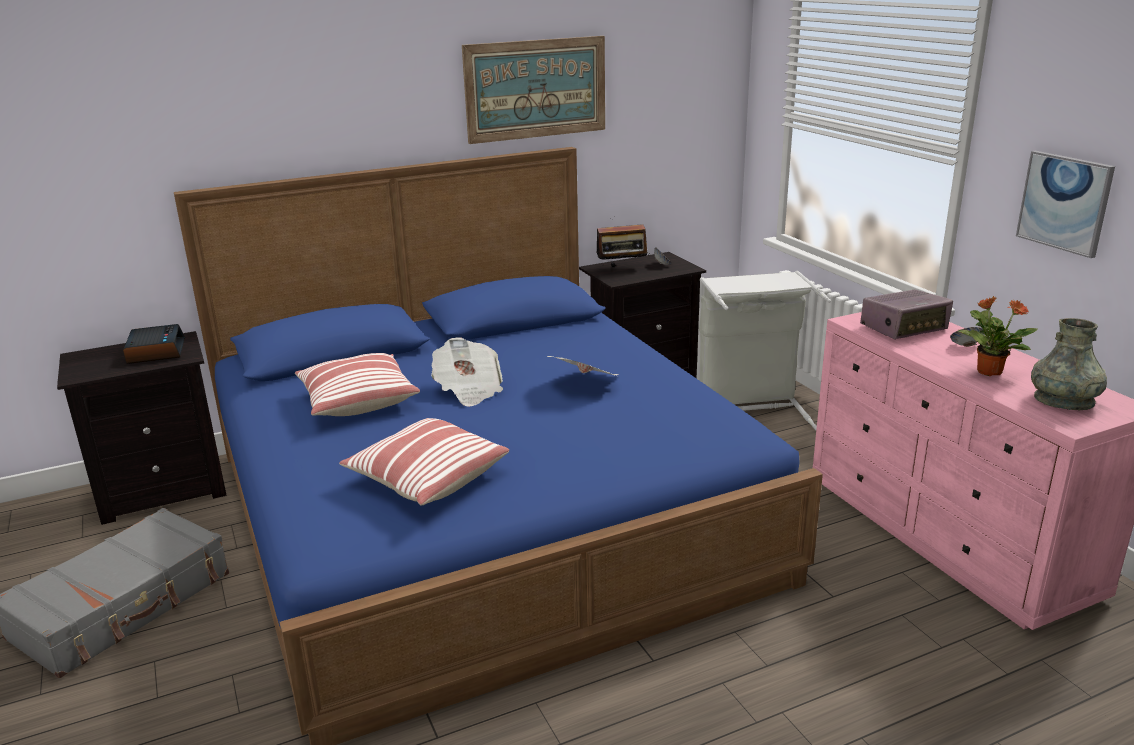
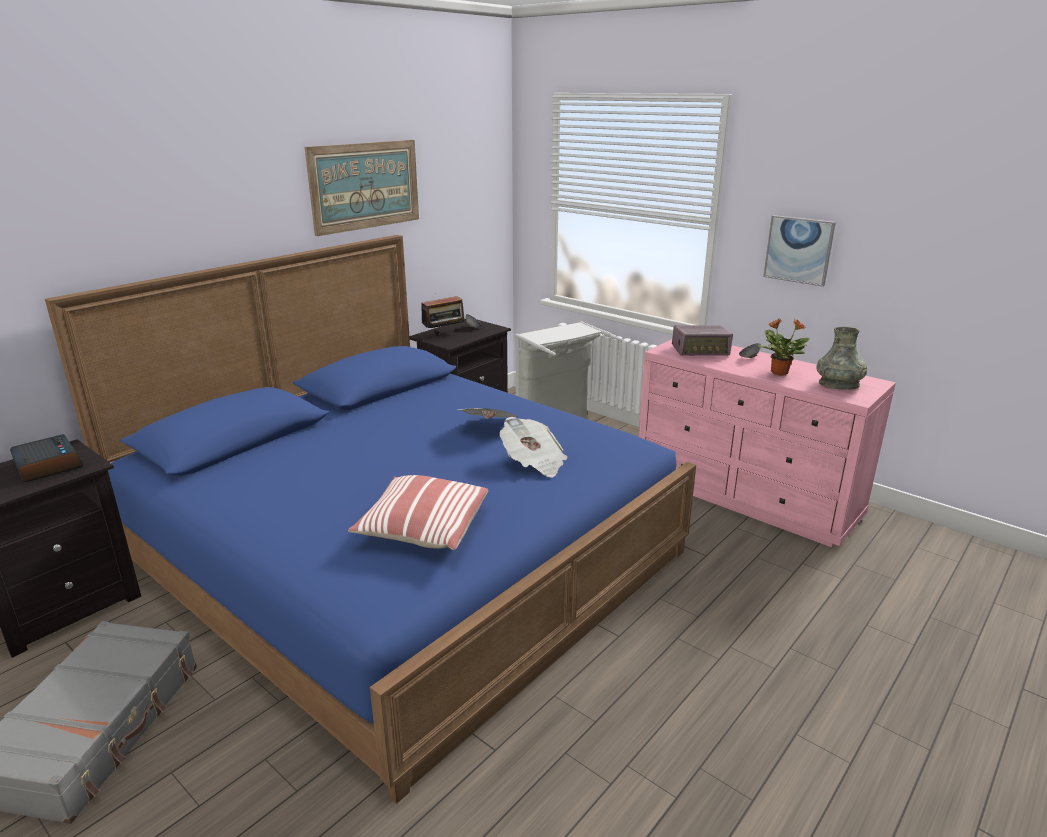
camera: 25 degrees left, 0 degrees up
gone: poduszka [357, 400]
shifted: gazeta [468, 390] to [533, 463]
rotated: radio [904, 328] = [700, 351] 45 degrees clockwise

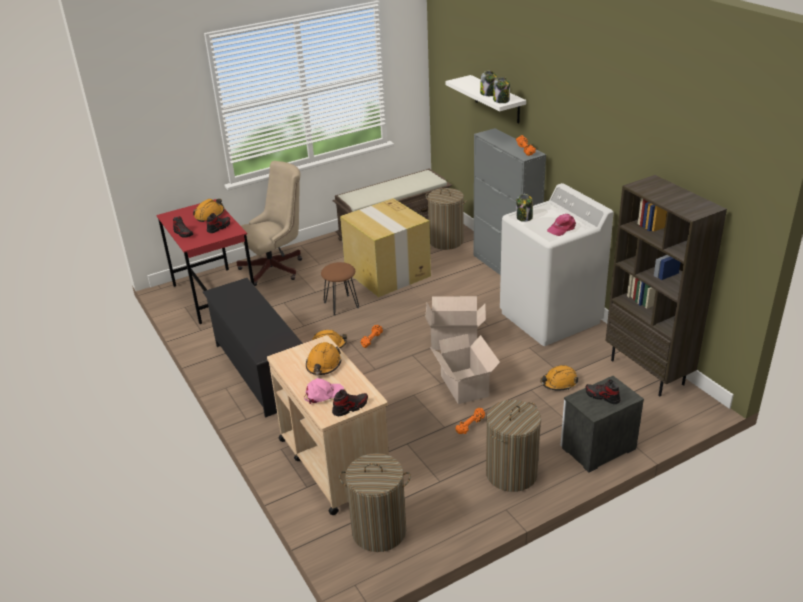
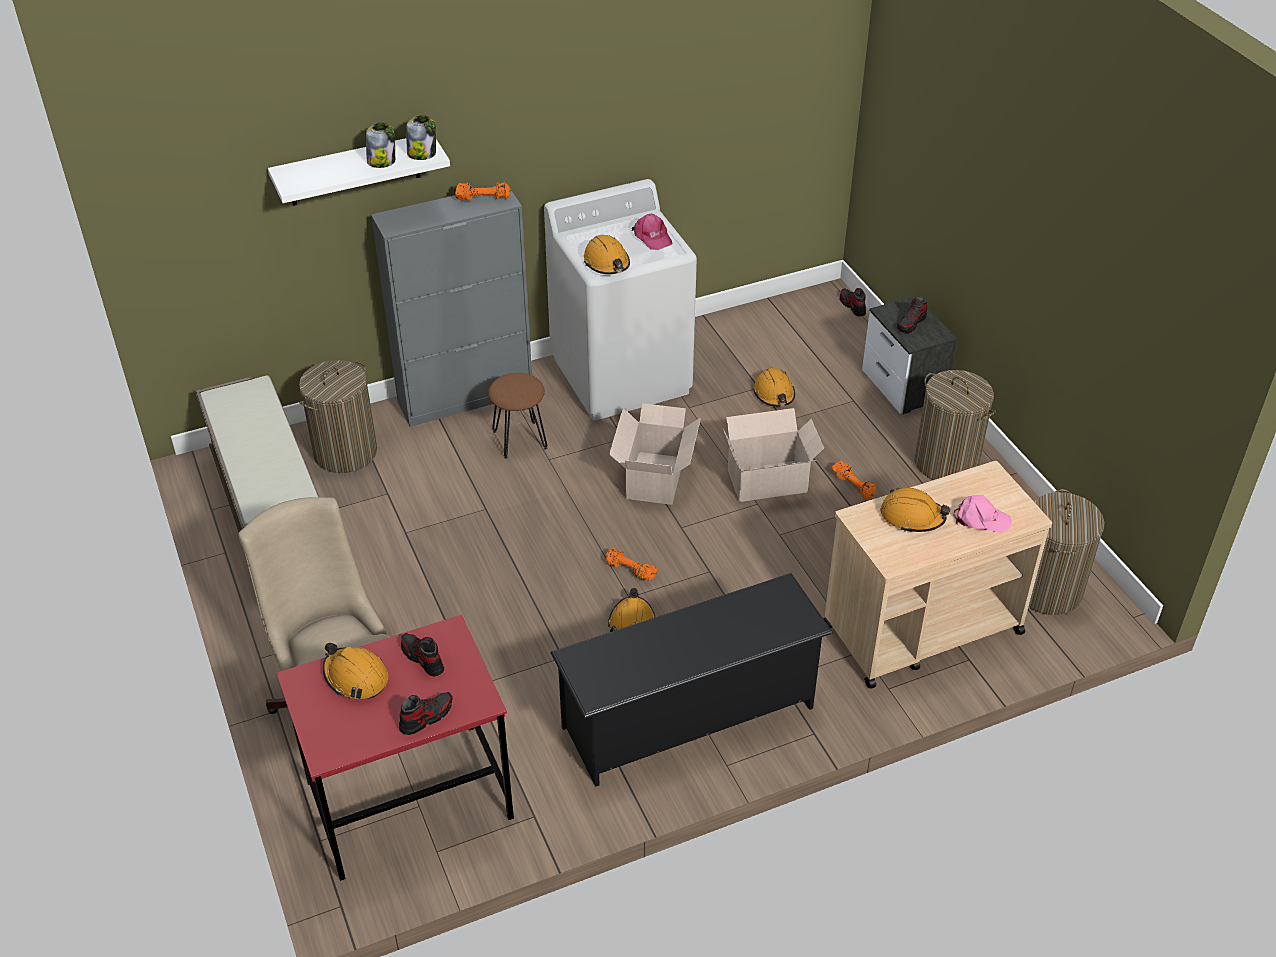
camera: 85 degrees left, 10 degrees up
gone: karton [388, 274]; regał [brązowy] [648, 372]
shifted: stołek [brązowy] [341, 305] to [520, 440]; but [350, 407] to [852, 306]
swapped: słoik [524, 217] to kask [pomarańczowy] [607, 263]
rotated: czapka z daszkiem [różowy] [323, 394] = [980, 519] 120 degrees clockwise

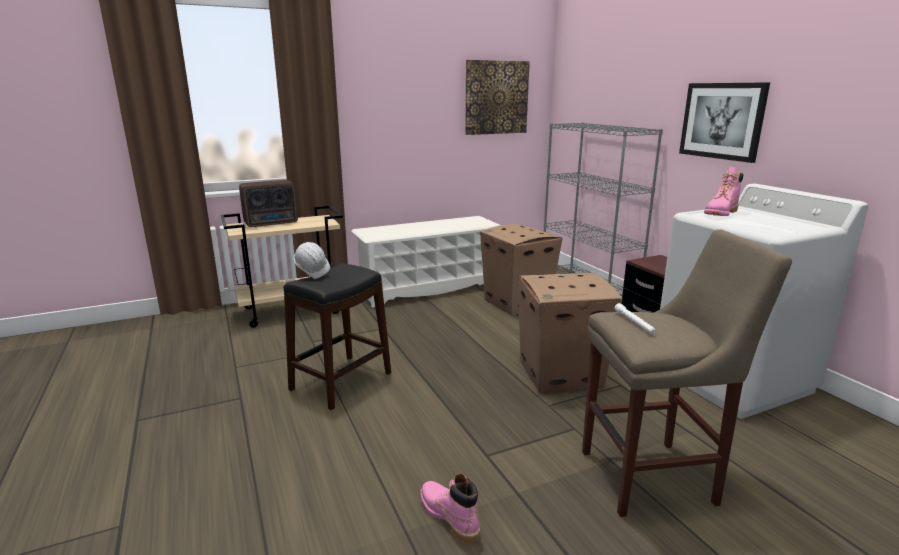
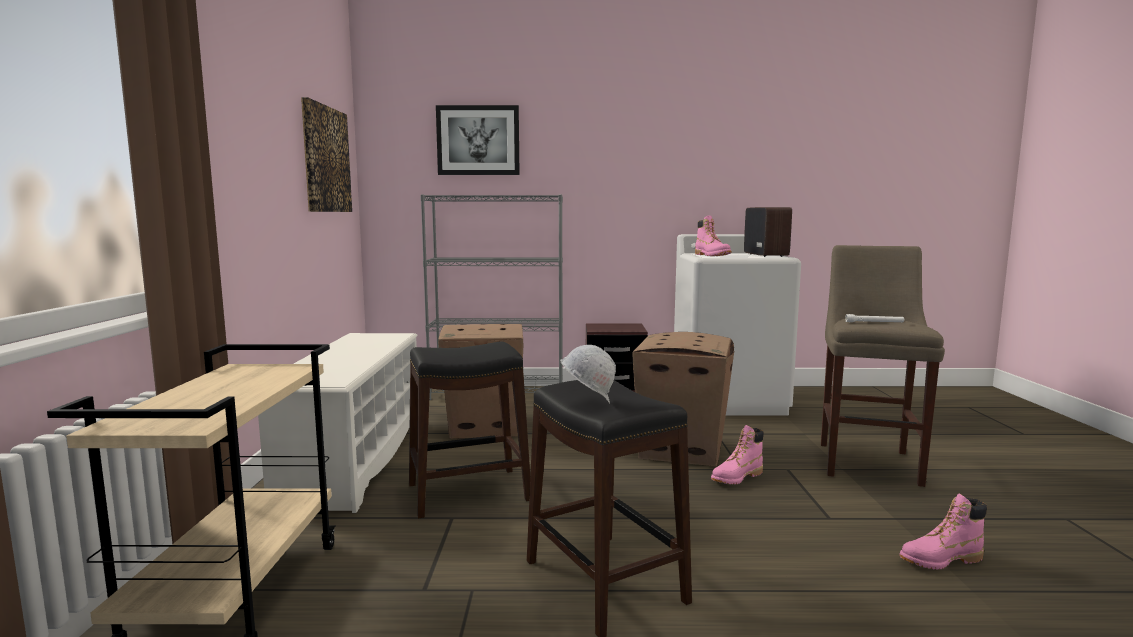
camera: 65 degrees left, 10 degrees down
new: stołek [czarny] [468, 492]; but z cholewką [różowy] [736, 478]
shifted: obraz [722, 121] to [478, 140]; radio [272, 223] to [766, 255]

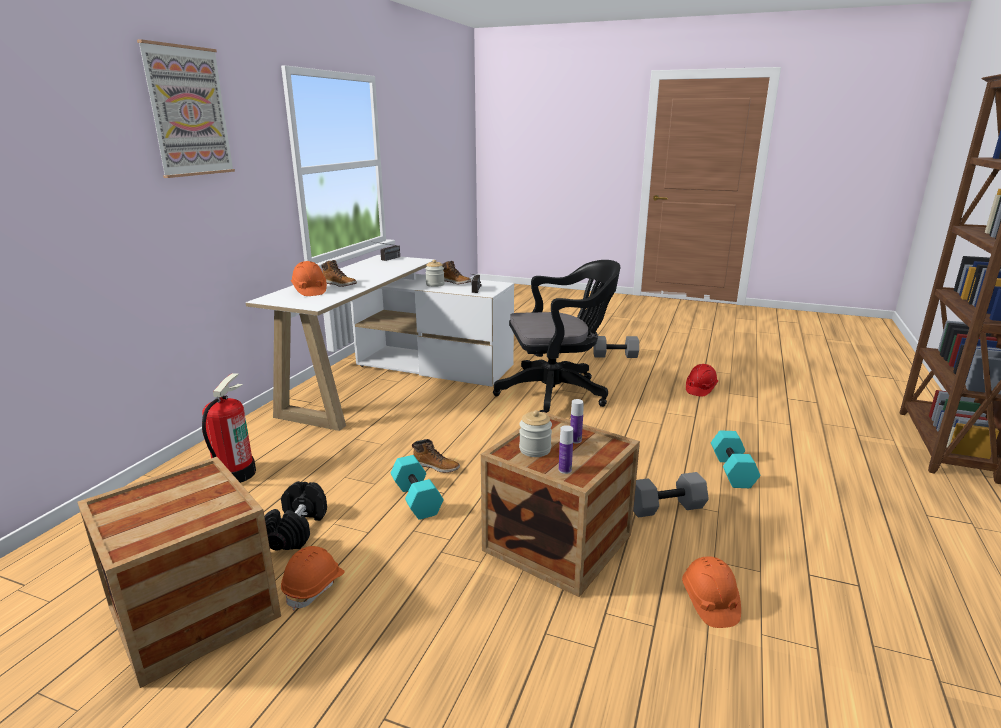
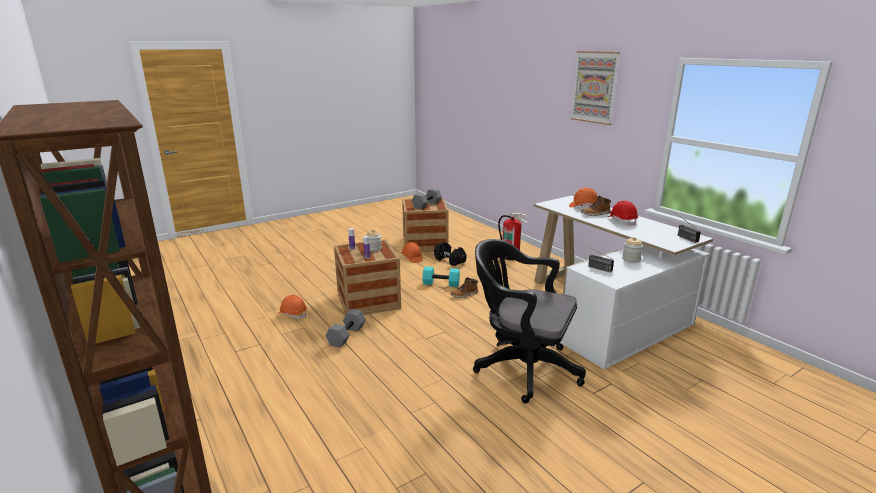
camera: 125 degrees right, 0 degrees up
gone: but z cholewką [456, 282]; hantel [turkusowy] [733, 471]
shifted: hantel [szary] [614, 356] to [426, 205]; kask [czerwony] [700, 389] to [622, 221]
rotated: krzesło biurowe [czarny] [557, 393] = [522, 367] 90 degrees clockwise

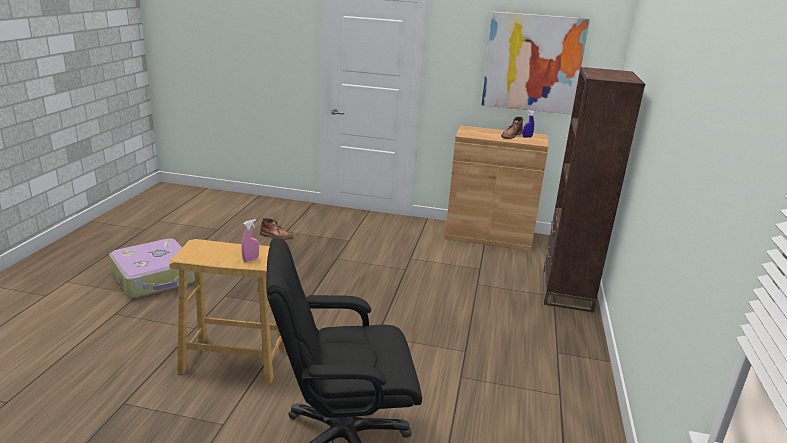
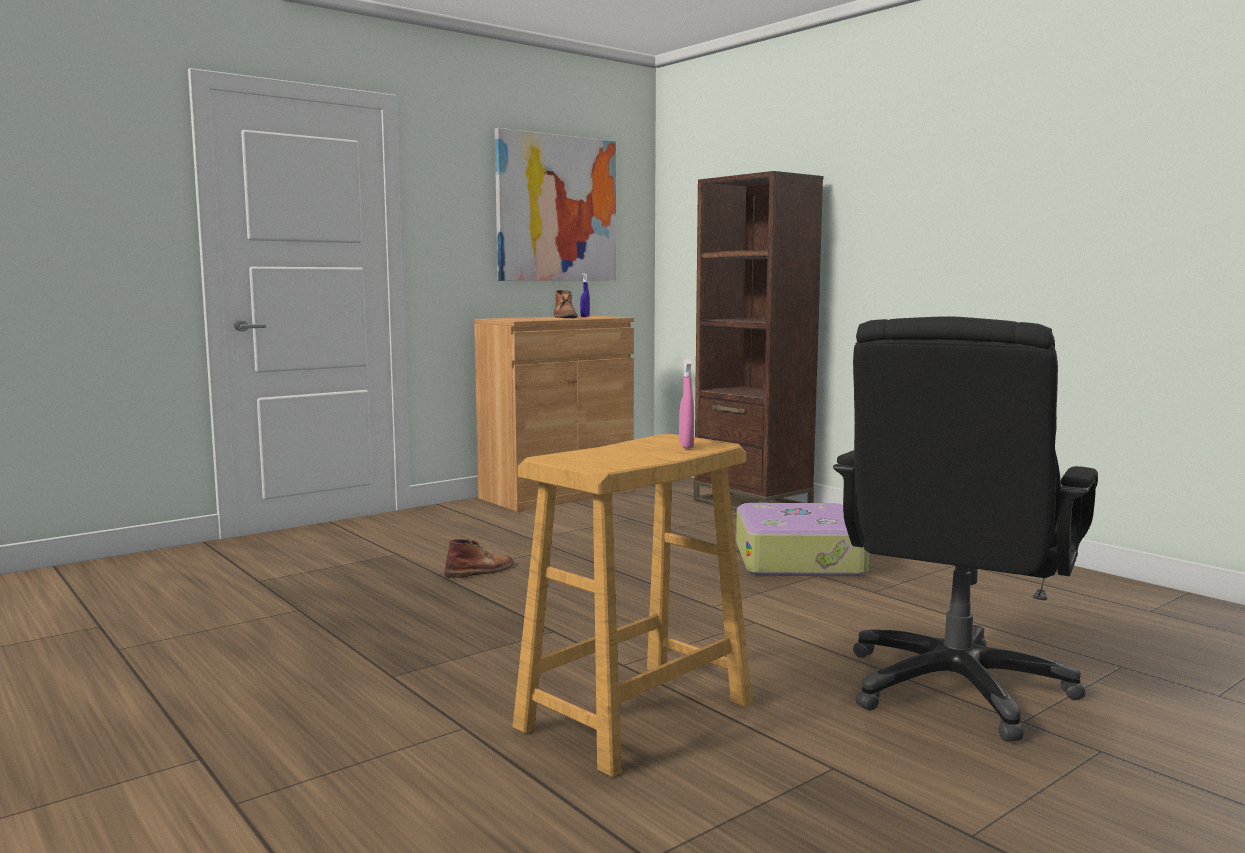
camera: 50 degrees left, 15 degrees down
shifted: but z cholewką [brązowy] [276, 236] to [480, 571]; walizka [155, 278] to [800, 559]

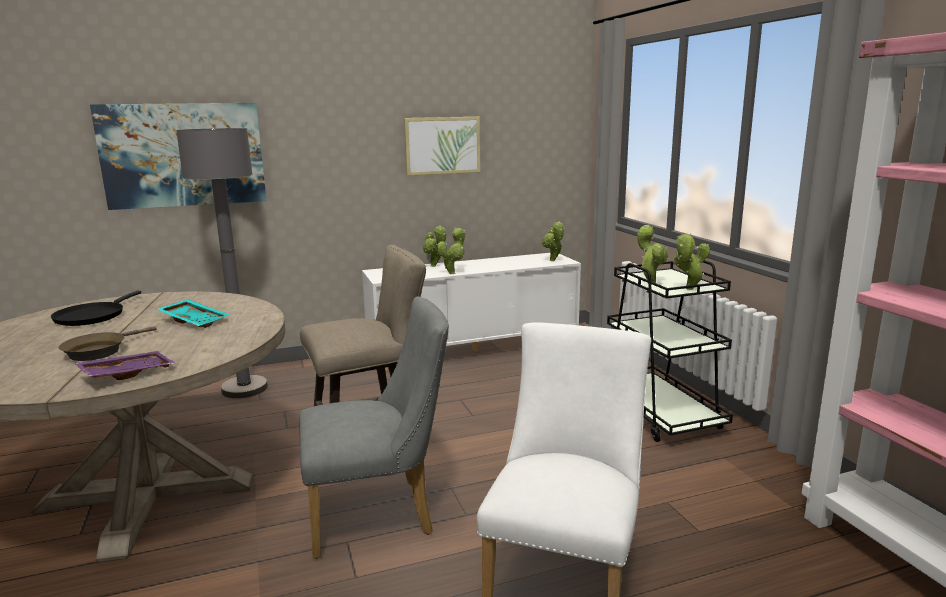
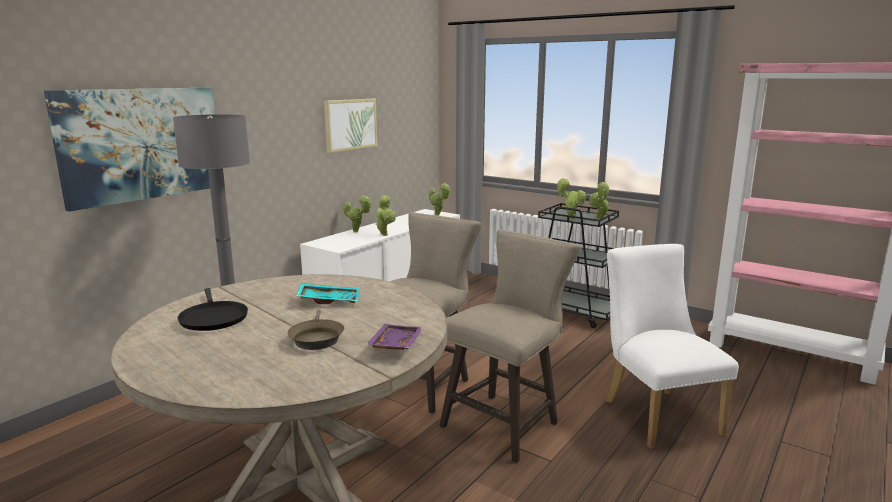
camera: 35 degrees left, 0 degrees up
swapped: krzesło [szary] [380, 514] to stołek [beżowy] [505, 422]

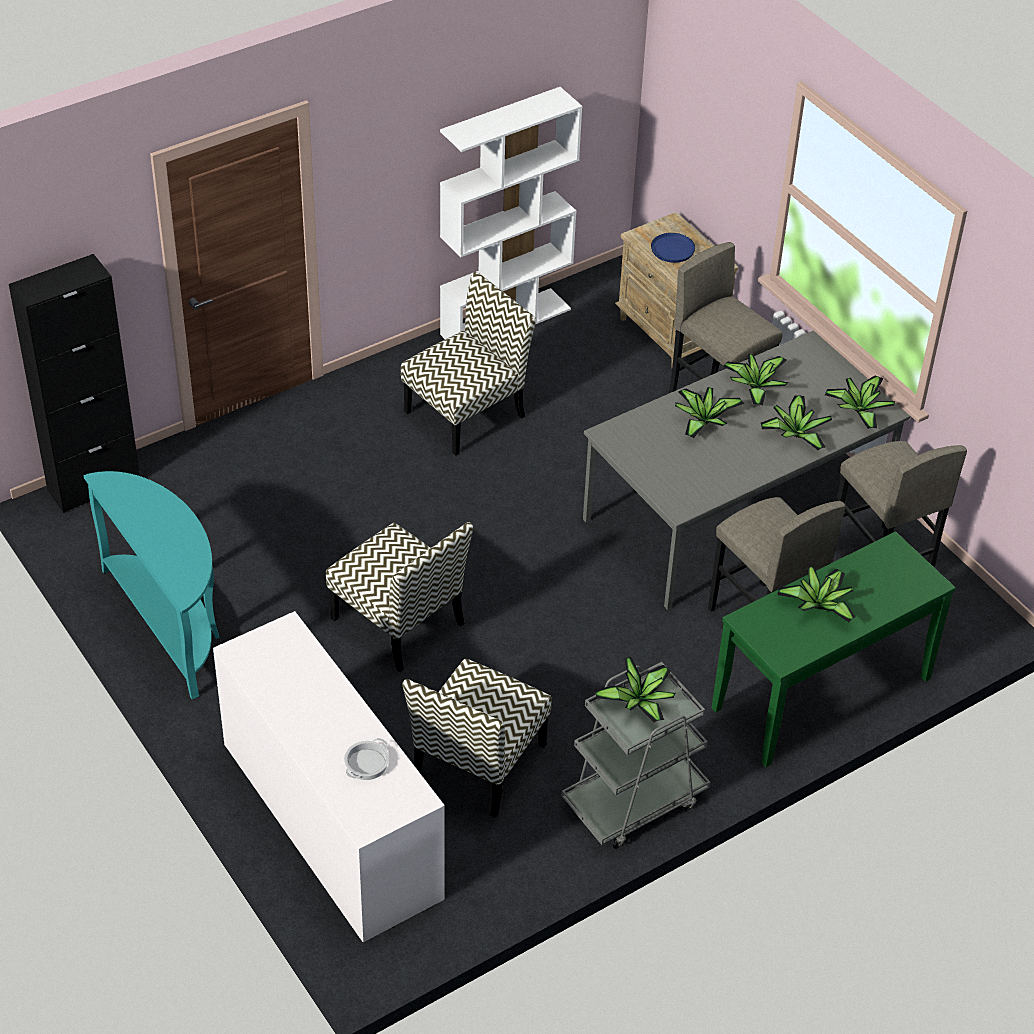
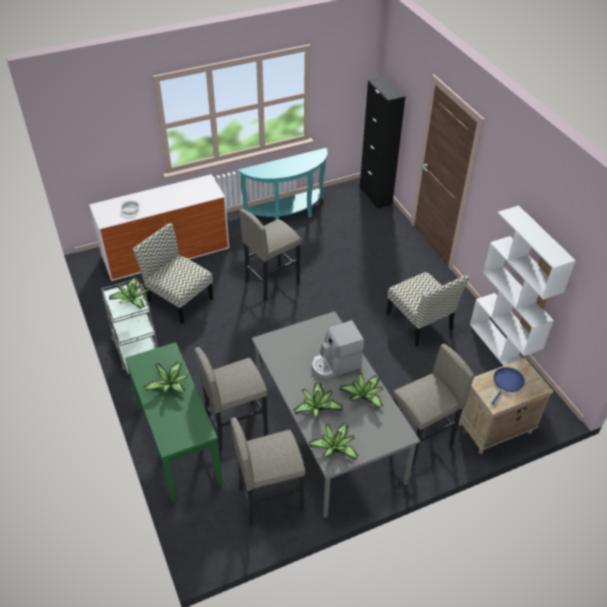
camera: 100 degrees right, 0 degrees up
swapped: krzesło [400, 622] to stołek [szary] [272, 282]; roślina doniczkowa [703, 420] to ekspres do kawy [335, 364]

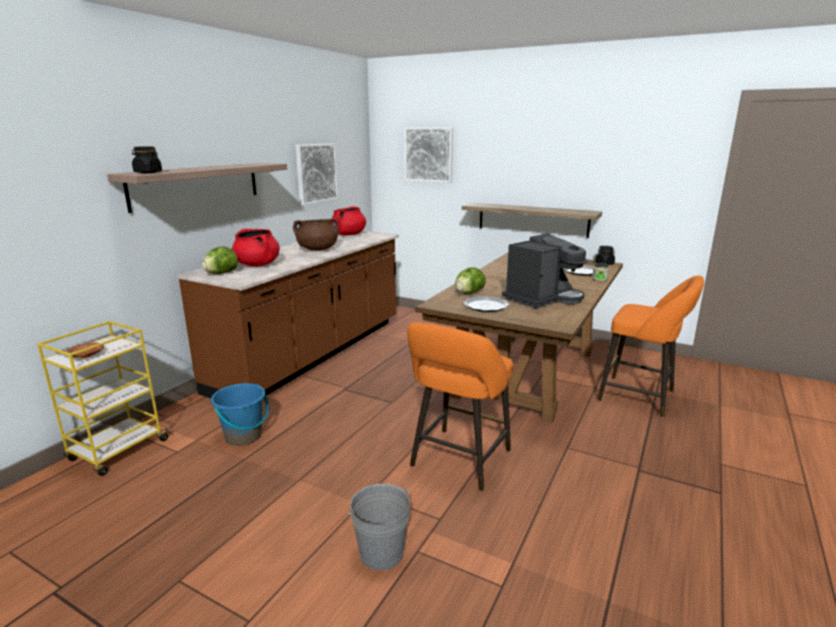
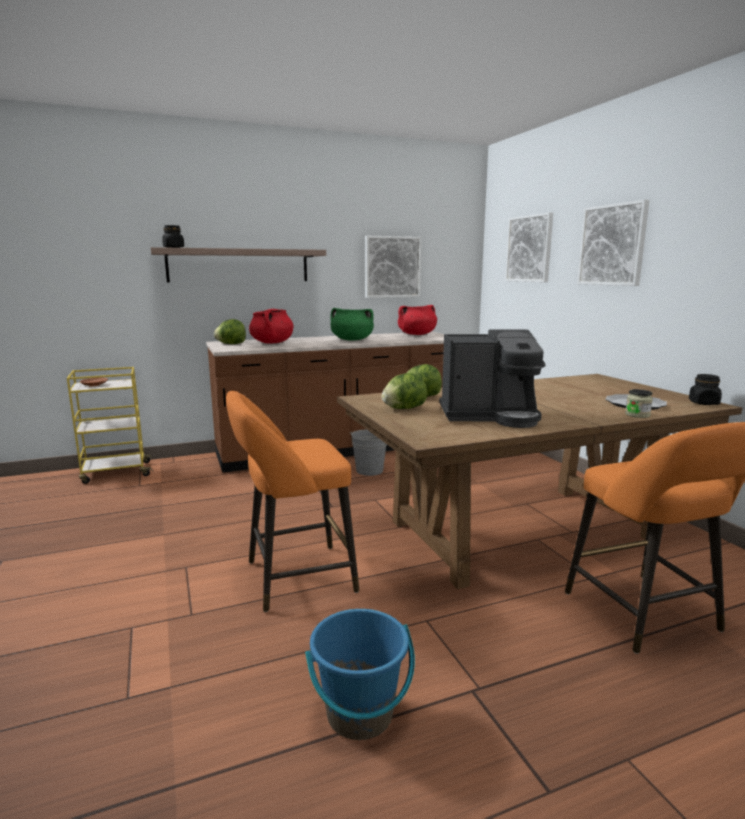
camera: 40 degrees right, 5 degrees down
gone: półka [532, 219]
new: obraz [612, 245]
shifted: wiadro [niebieski] [244, 436] to [360, 714]; wiadro [szary] [381, 553] to [369, 470]
swapped: talerz [486, 306] to sałata [404, 409]
repainted: garnek [brązowy] [317, 249] to garnek [zielony] [351, 340]

